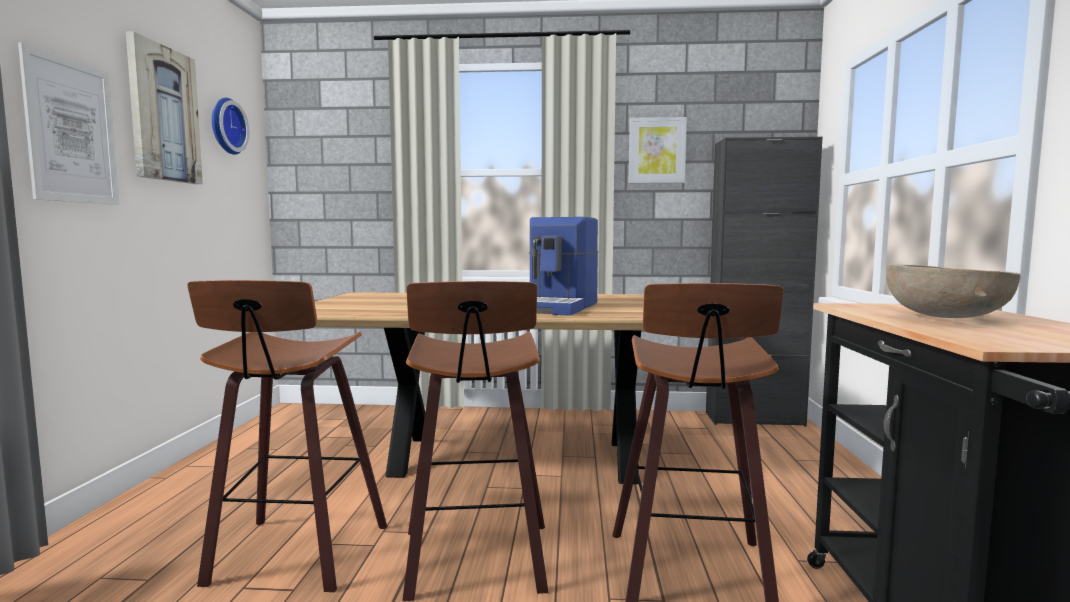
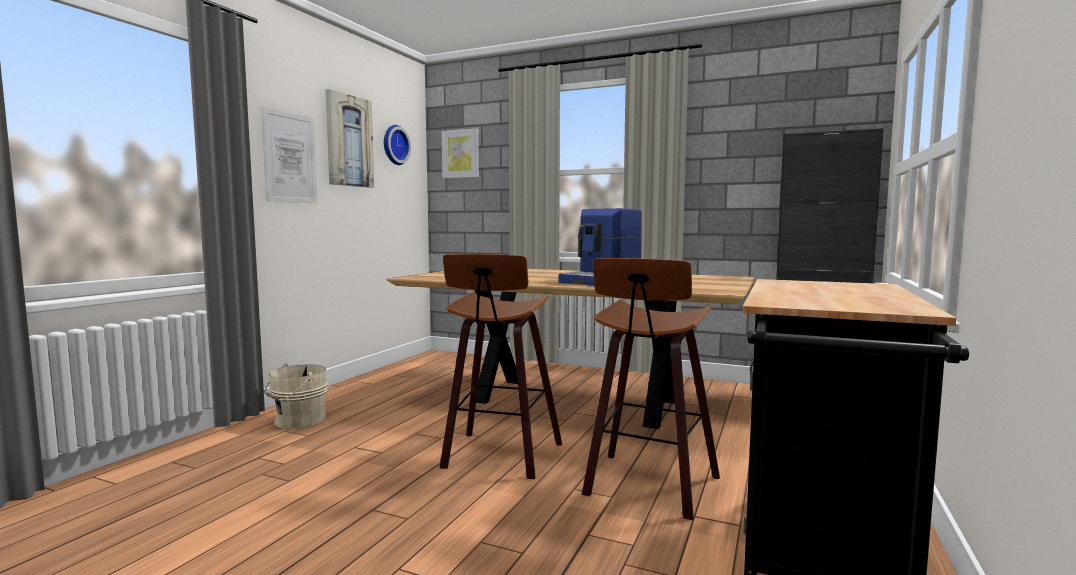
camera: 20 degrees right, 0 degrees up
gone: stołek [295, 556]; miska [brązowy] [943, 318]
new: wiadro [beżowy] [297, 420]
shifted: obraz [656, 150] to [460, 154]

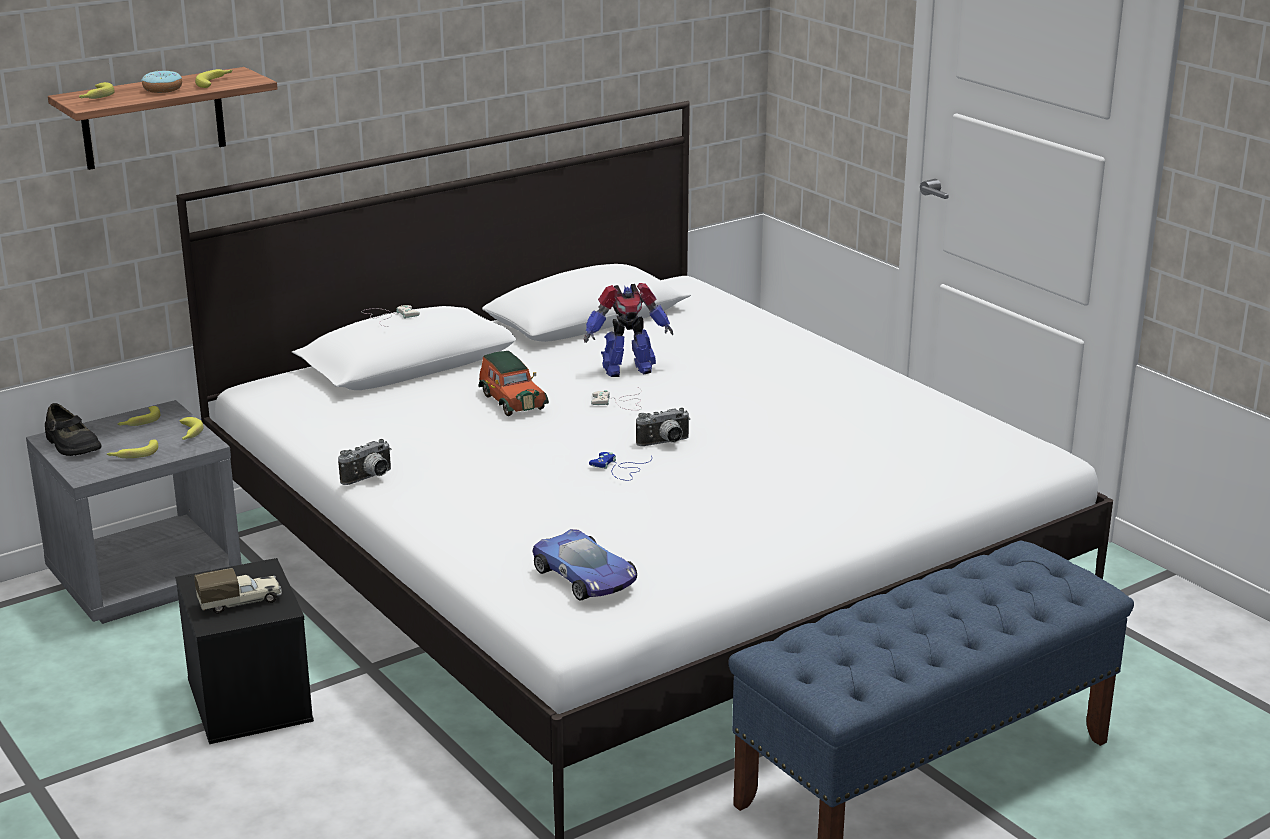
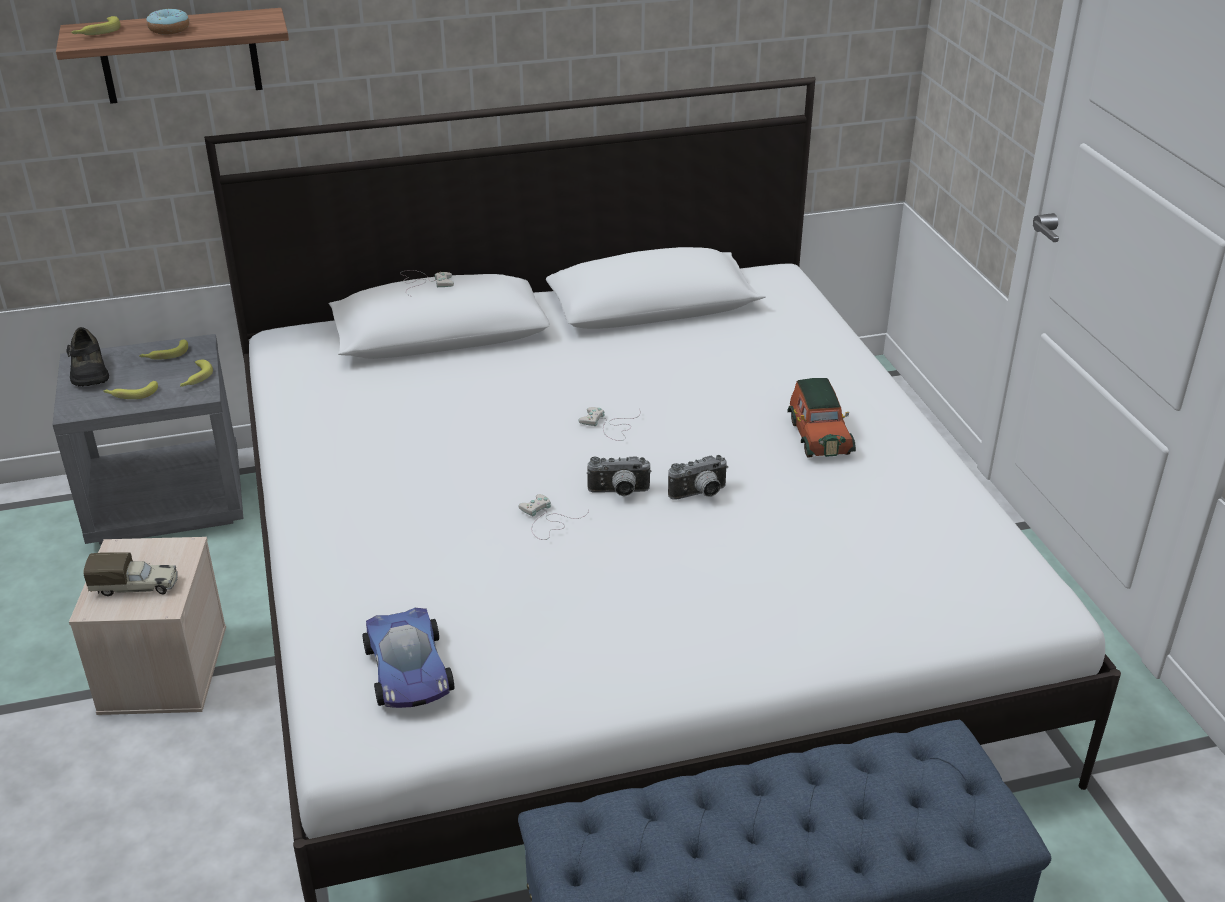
camera: 20 degrees right, 10 degrees up
gone: banan [216, 82]; robot zabawkowy [626, 369]
shifted: aparat fotograficzny [370, 478] to [700, 495]; samochodzik [511, 400] to [818, 435]
repainted: pojemnik do przechowywania [czarny] [247, 699] to pojemnik do przechowywania [beżowy] [162, 668]; pad do gier [niebieski] [620, 469] to pad do gier [biały] [547, 520]

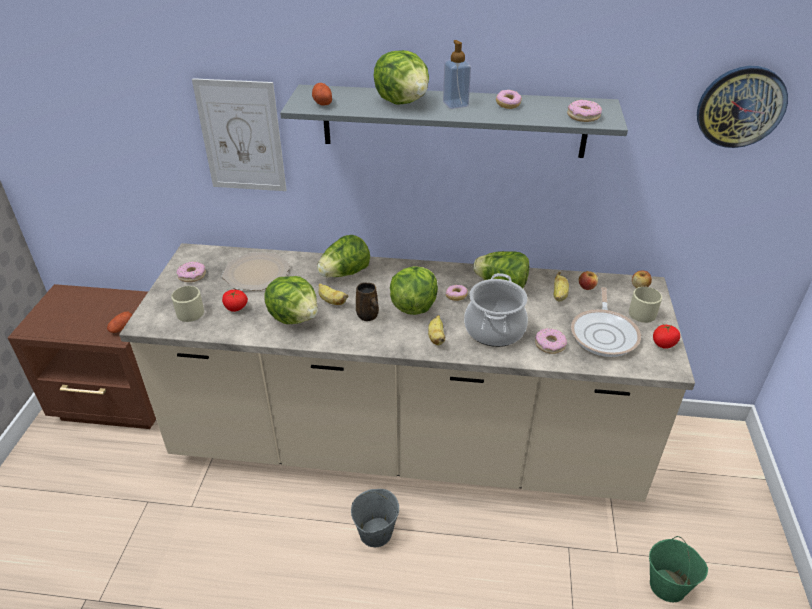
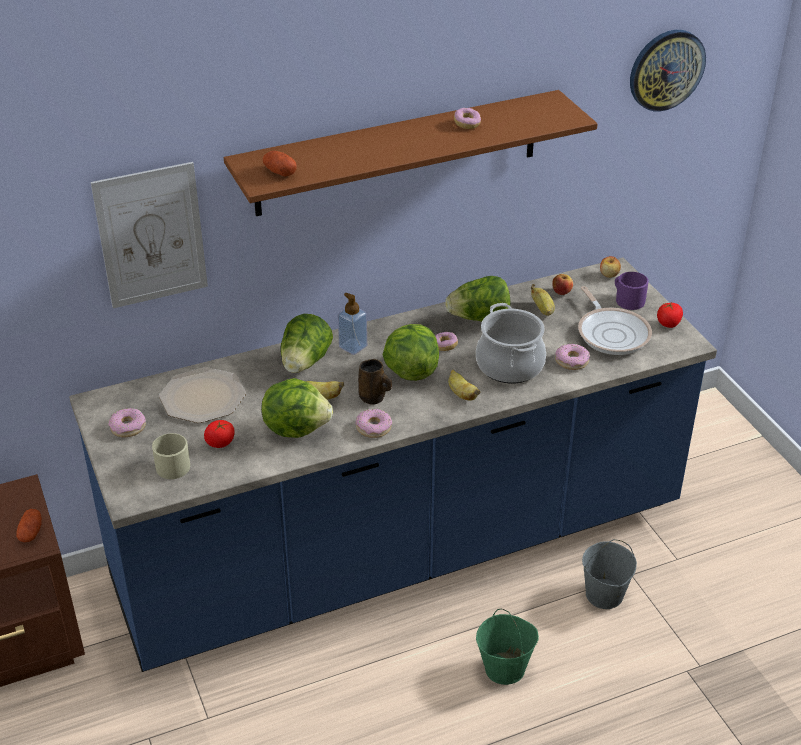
camera: 30 degrees left, 0 degrees up
gone: sałata [403, 101]
shifted: dozownik mydła [455, 104] to [353, 347]; donut [583, 116] to [373, 428]; wiadro [zielony] [668, 586] to [505, 668]; wiadro [szary] [375, 533] to [604, 595]
repainted: zabudowa kuchenna [beżowy] [406, 444] to zabudowa kuchenna [niebieski] [400, 548]; półka [szary] [453, 121] to półka [brązowy] [398, 153]; kubek [beżowy] [640, 311] to kubek [fioletowy] [627, 299]

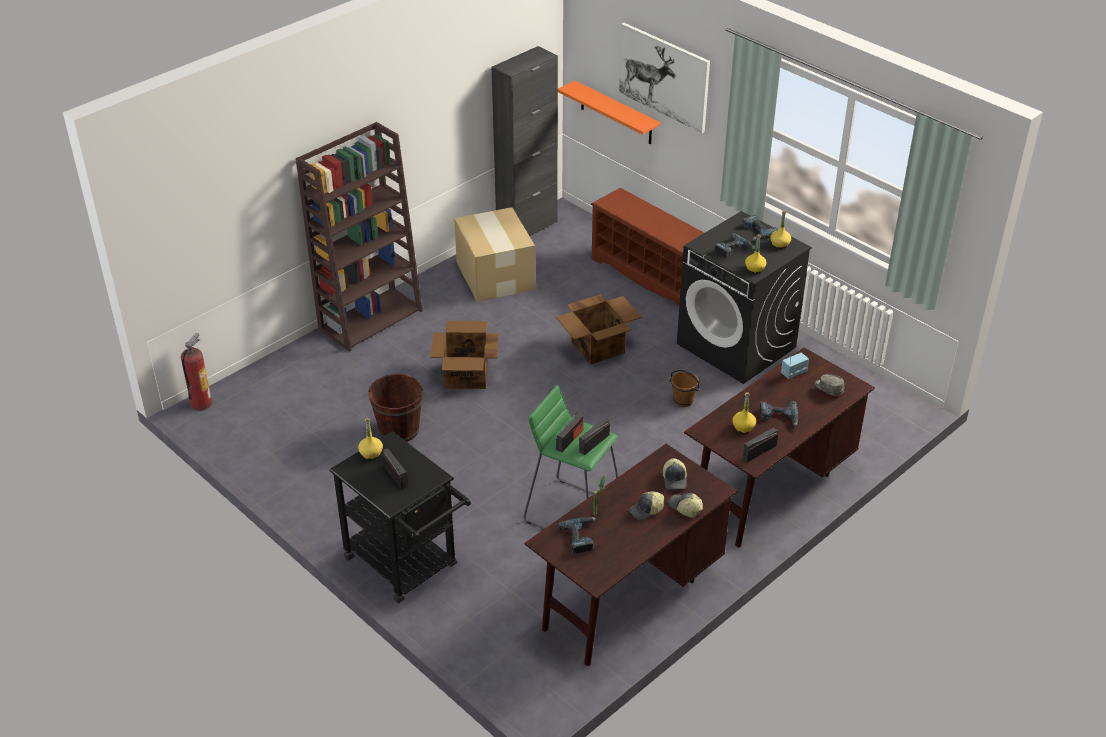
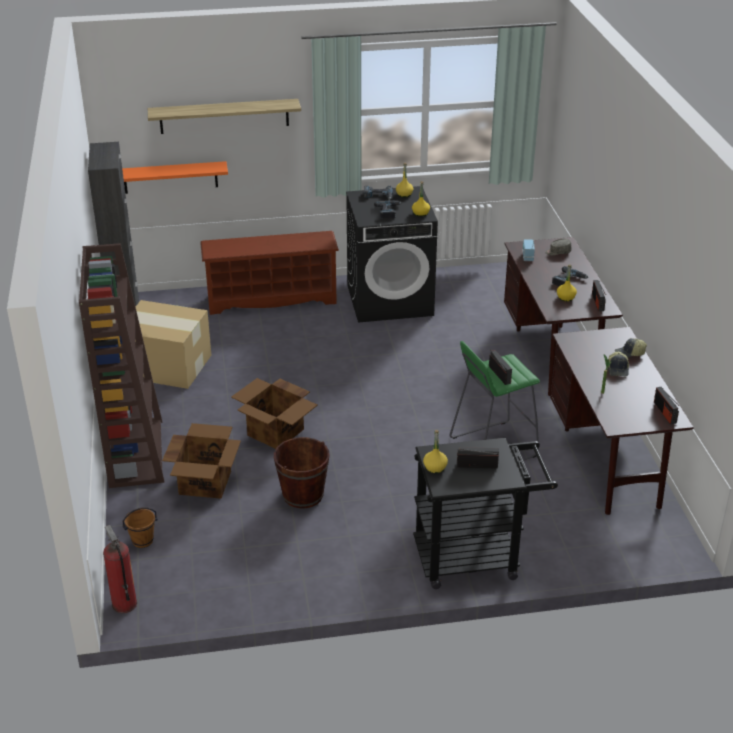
camera: 55 degrees left, 5 degrees down
gone: wiertarka [581, 537]; czapka z daszkiem [675, 479]
shifted: wiadro [brązowy] [683, 401] to [143, 541]; karton [598, 347] to [205, 482]; radio [594, 443] to [665, 412]
swapped: obraz [664, 76] to półka [224, 116]

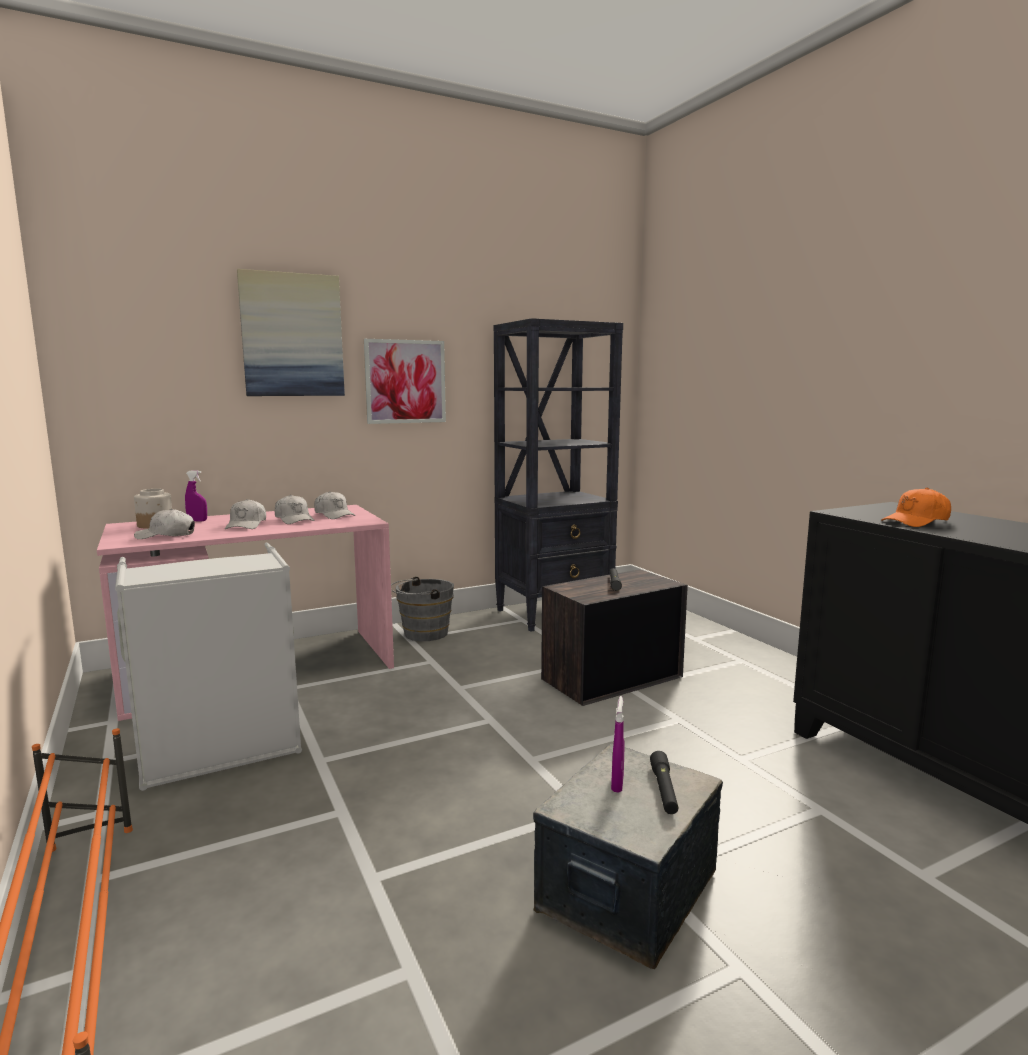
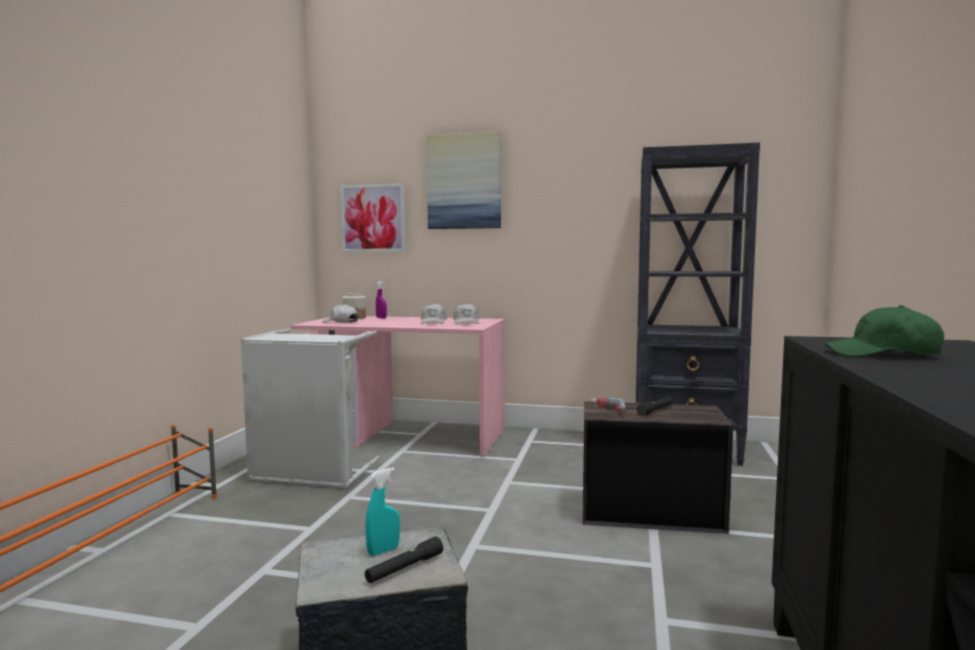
camera: 40 degrees right, 5 degrees down
gone: czapka z daszkiem [biały] [246, 525]; wiadro [szary] [422, 634]
new: wiertarka [607, 411]
shifted: obraz [405, 381] to [373, 218]
repainted: spryskiwacz [fioletowy] [617, 784] to spryskiwacz [turkusowy] [383, 551]; czapka z daszkiem [pomarańczowy] [916, 522] to czapka z daszkiem [zielony] [882, 354]

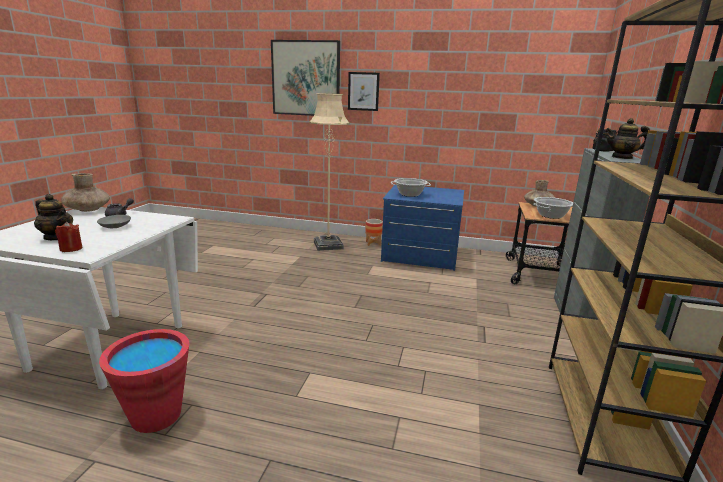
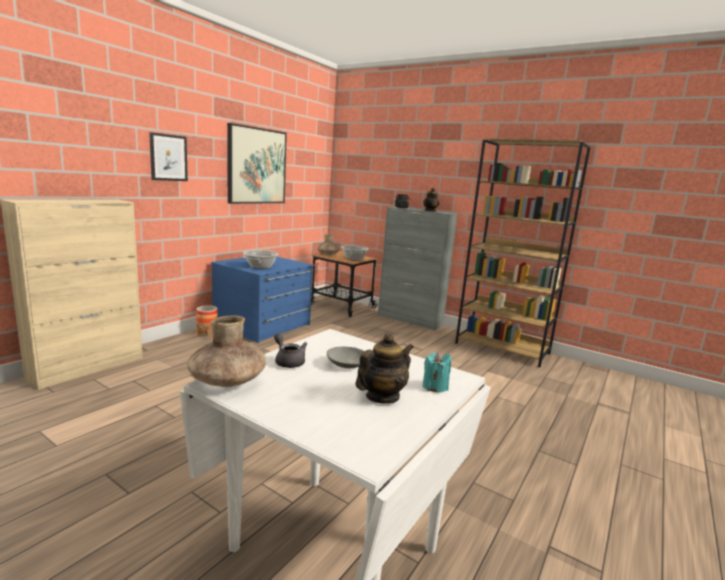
camera: 70 degrees left, 5 degrees down
gone: wiadro [czerwony] [156, 415]; lampa stojąca [beżowy] [328, 245]
new: szafka [beżowy] [88, 367]
shifted: obraz [306, 78] to [257, 166]
repainted: świeca [czerwony] [71, 249] to świeca [turkusowy] [435, 387]

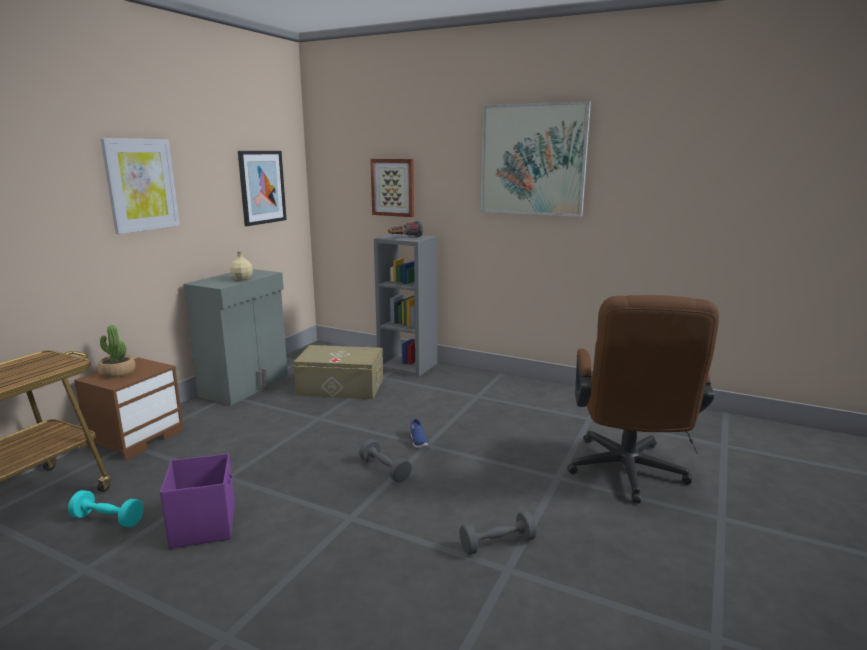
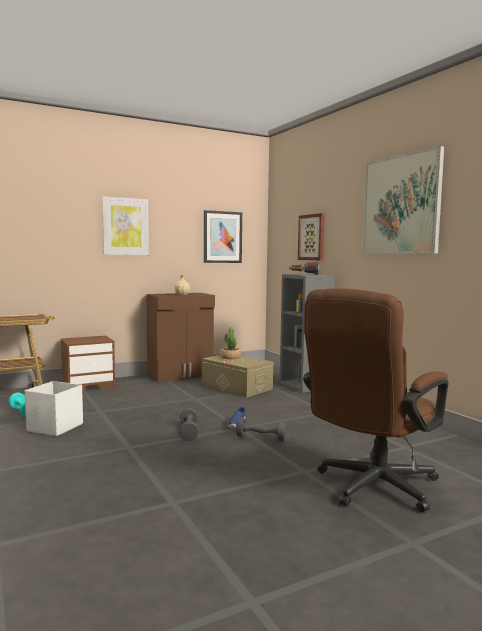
camera: 35 degrees right, 10 degrees down
shifted: roślina doniczkowa [118, 373] to [230, 357]; hantel [szary] [497, 544] to [261, 438]
repainted: pojemnik do przechowywania [fioletowy] [204, 525] to pojemnik do przechowywania [biały] [56, 427]; szafka [szary] [246, 386] to szafka [brązowy] [181, 375]

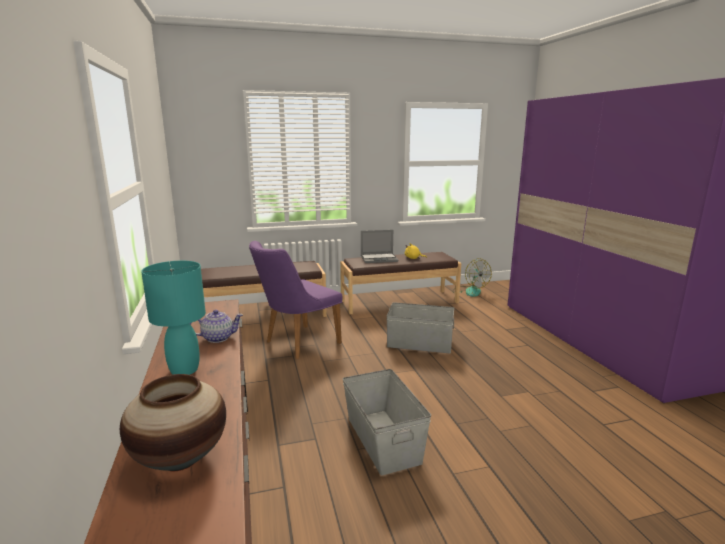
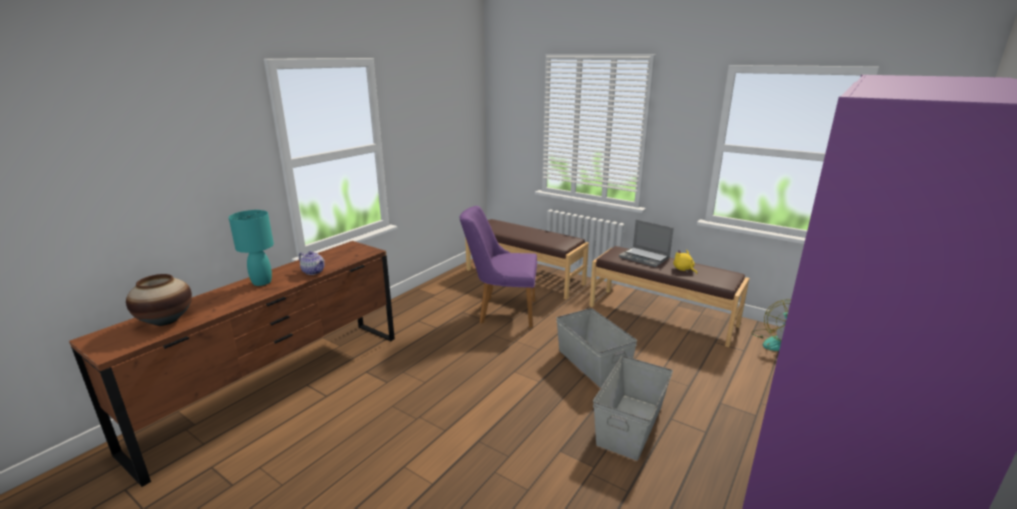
camera: 50 degrees right, 5 degrees up
shifted: pojemnik do przechowywania [szary] [383, 439] to [630, 425]

